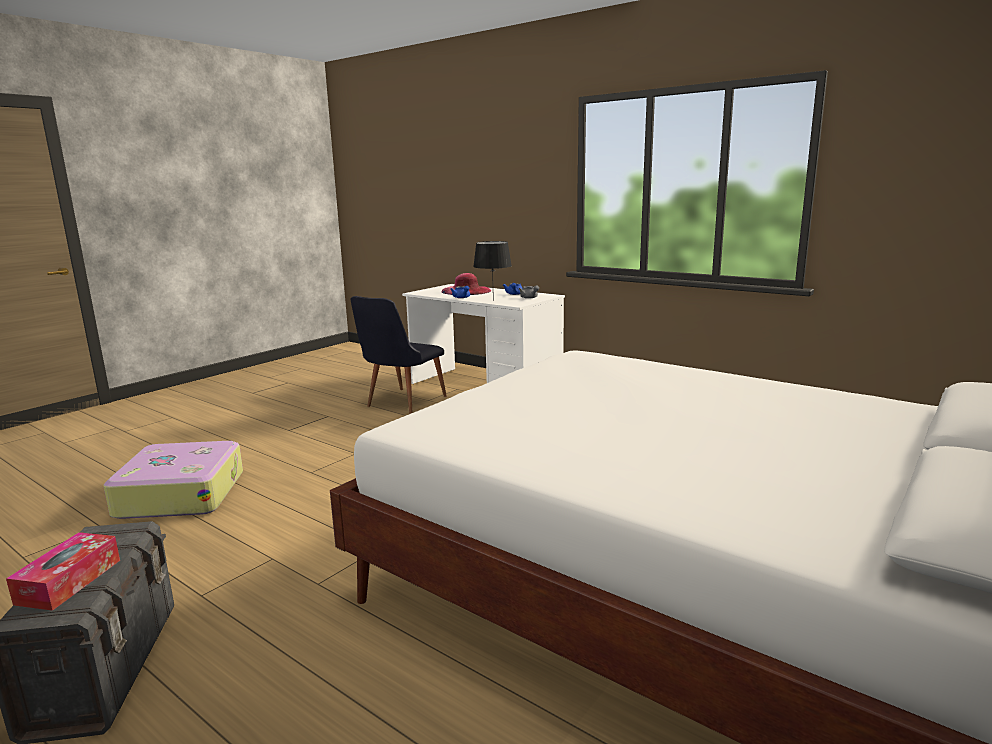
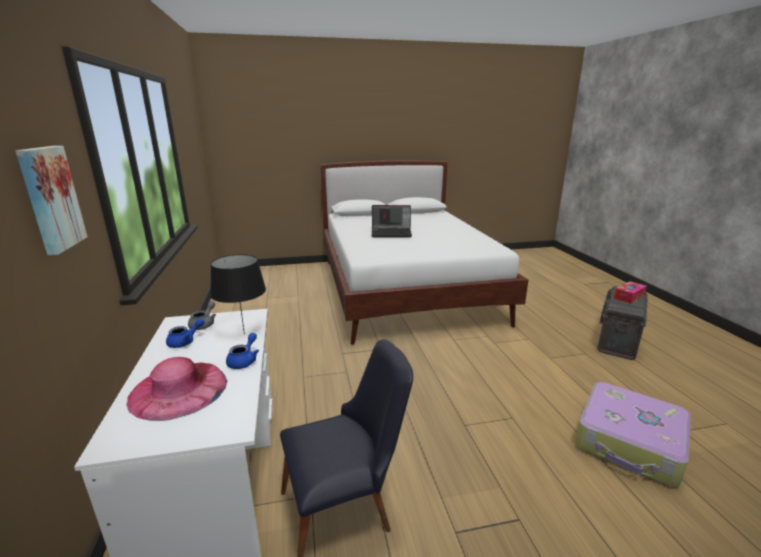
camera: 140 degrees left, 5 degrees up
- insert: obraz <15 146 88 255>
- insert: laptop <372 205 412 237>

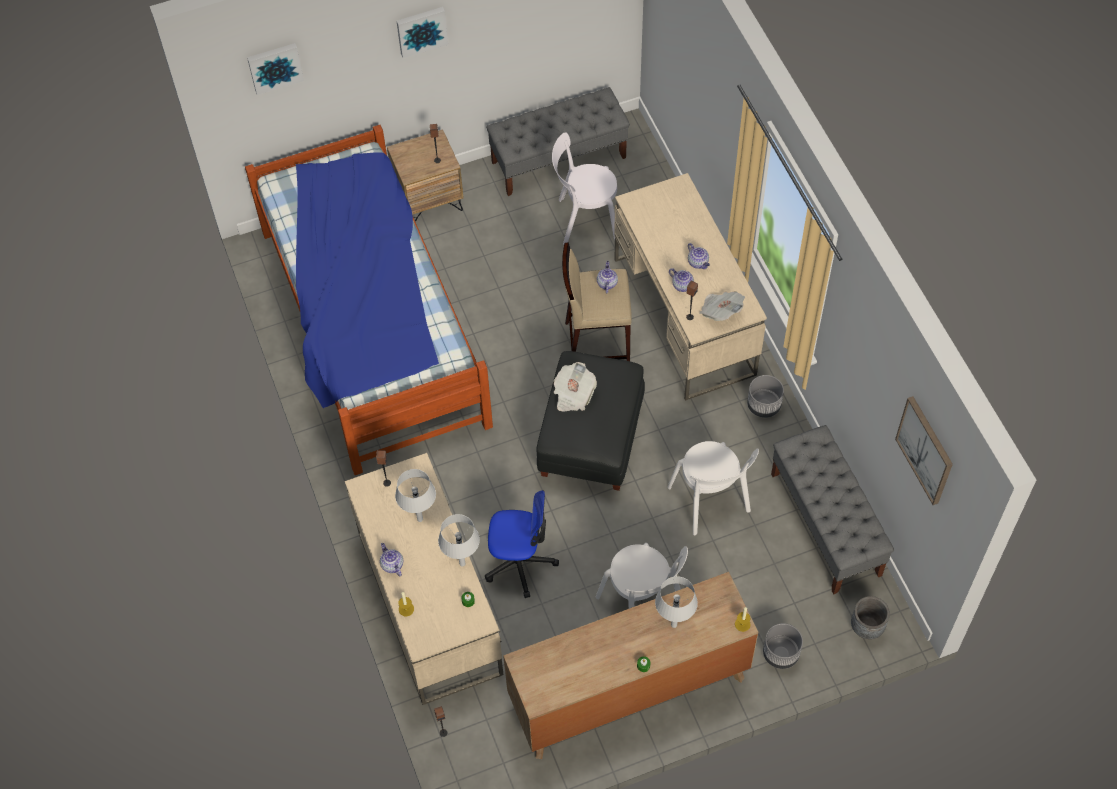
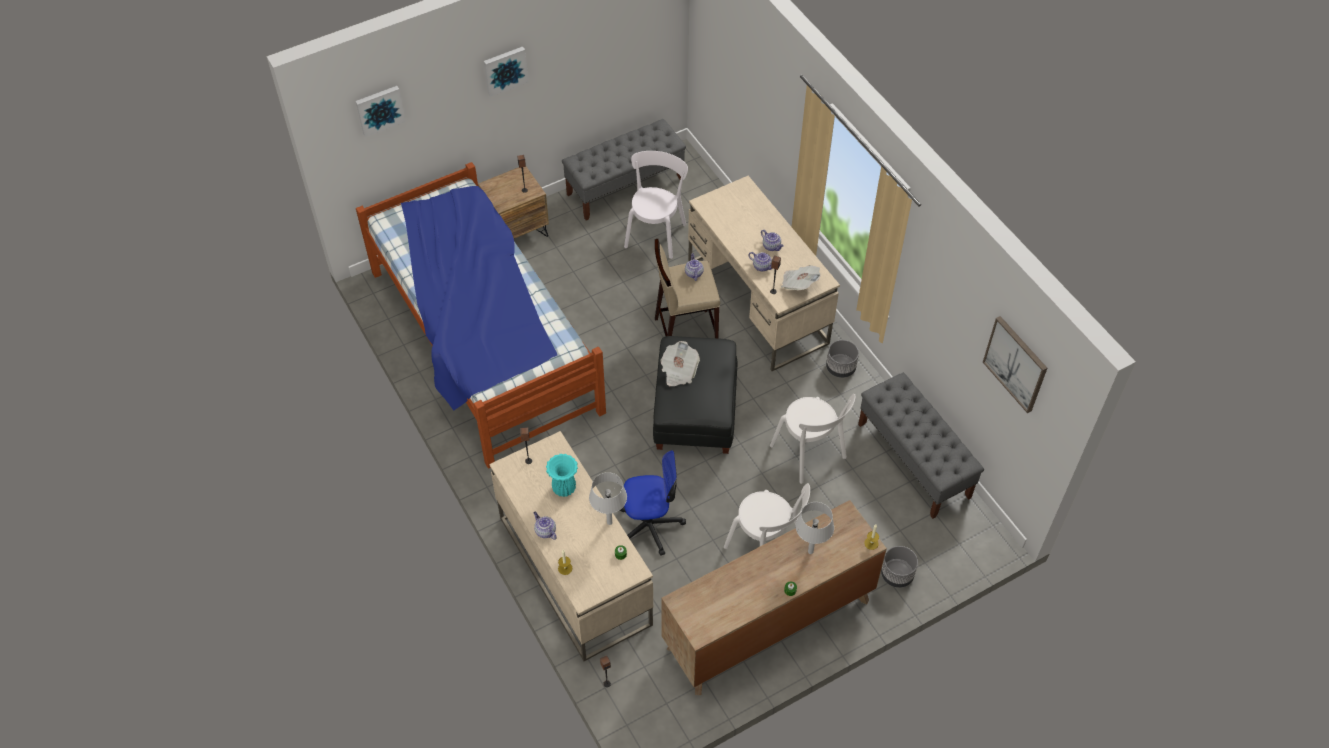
camera: 10 degrees left, 5 degrees down
- rotate: krzesło/biały <552 132 617 245> = <624 151 688 259> 120 degrees clockwise
- replace: lampa stołowa/szary <395 469 436 522> to wazon/turkusowy <546 454 578 497>
- delete: donica/szary <851 596 890 639>

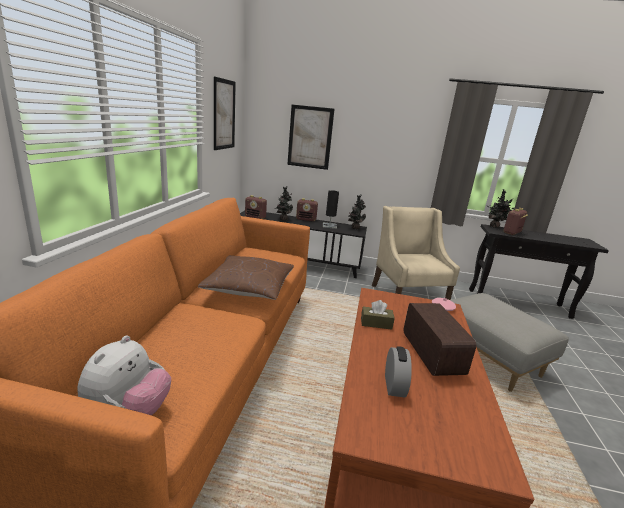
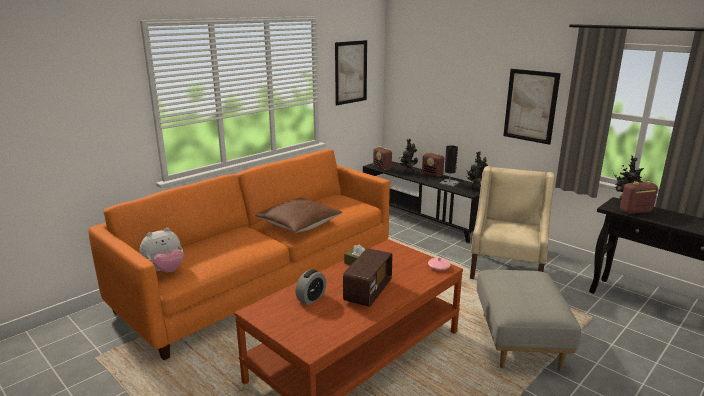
camera: 35 degrees right, 0 degrees up
- move: obraz <287 105 334 170> to <503 69 561 145>

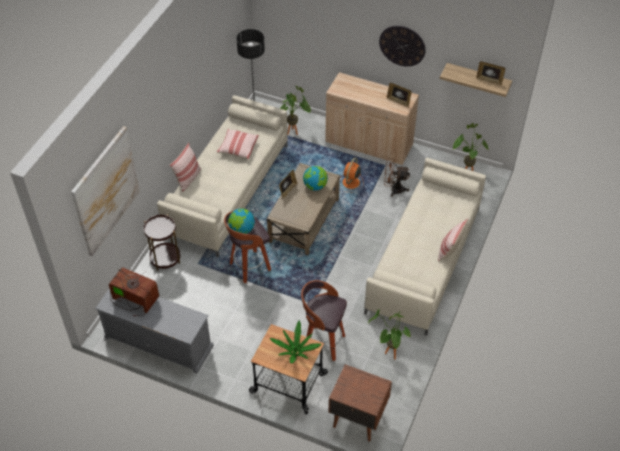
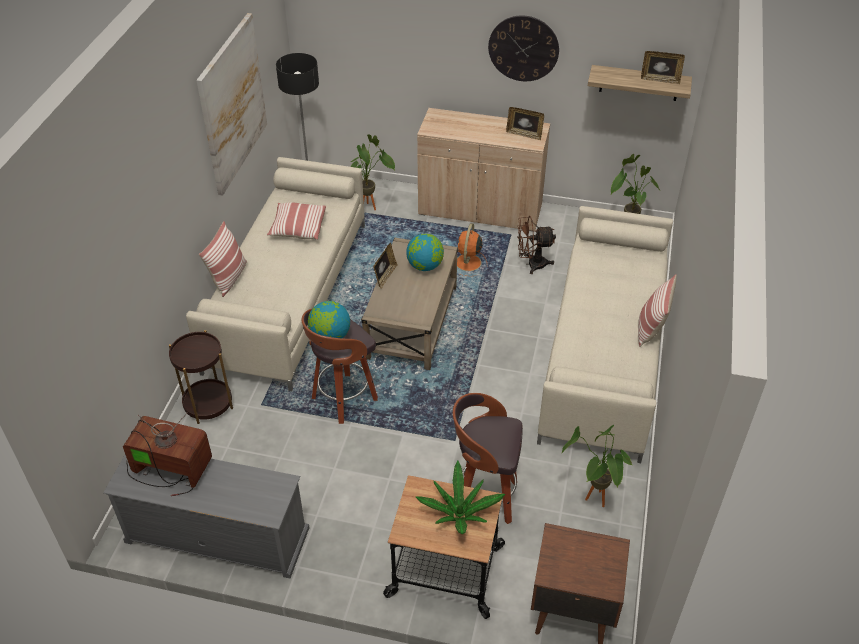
camera: 10 degrees left, 5 degrees down
- move: obraz <71 126 140 256> to <196 13 267 196>

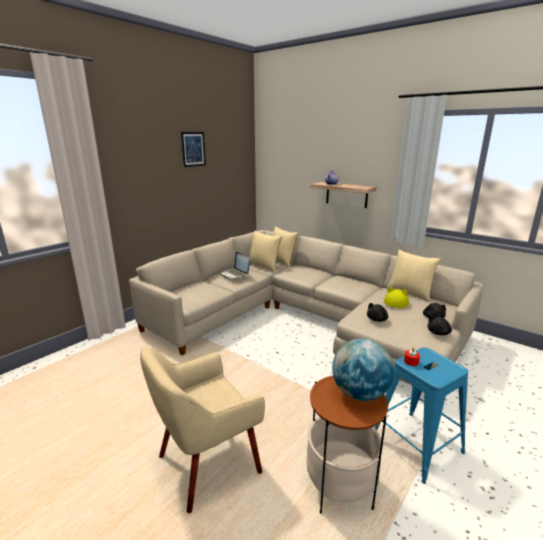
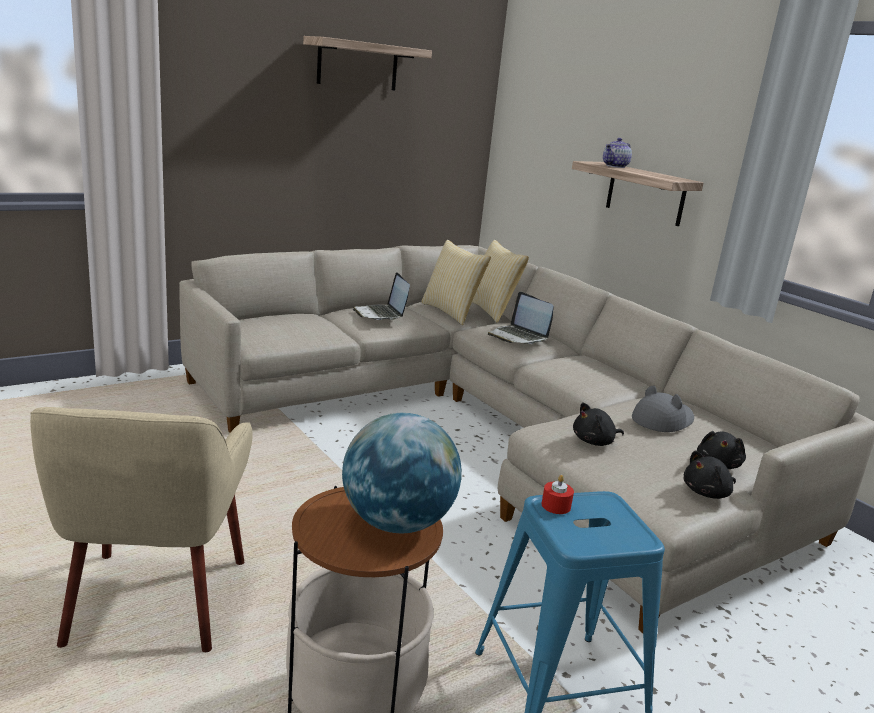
camera: 15 degrees right, 0 degrees up
- replace: obraz <181 132 206 167> to półka <303 36 432 90>
- delete: poduszka <387 250 442 302>
- recolor: kapelusz/żółty <384 287 409 308> to kapelusz/szary <632 385 694 432>
- rotate: fotel/beżowy <140 347 265 513> = <30 407 253 652> 75 degrees counterclockwise
- insert: laptop <488 292 554 344>

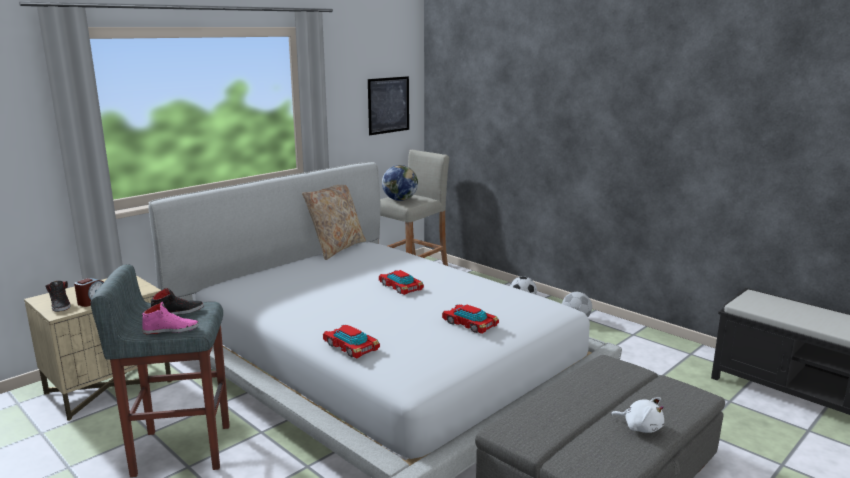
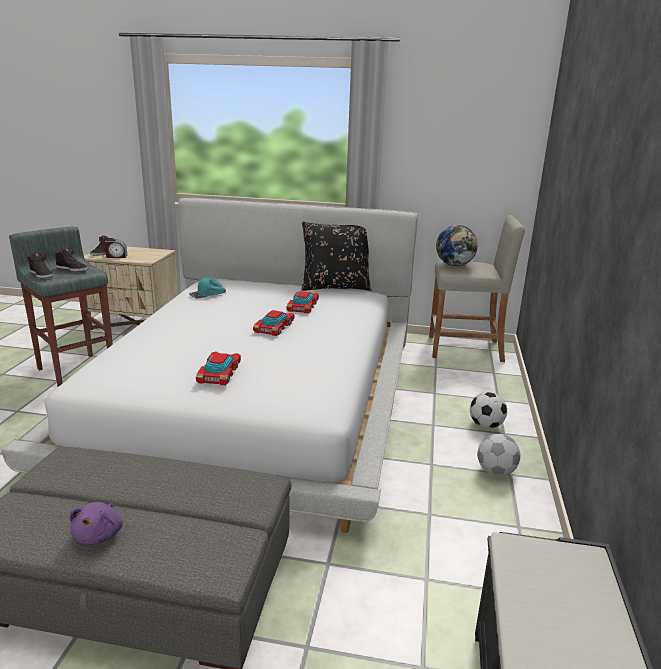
camera: 55 degrees right, 5 degrees up
- delete: obraz <368 76 409 135>
- recolor: poduszka/beżowy <302 185 366 260> to poduszka/czarny <301 222 372 291>
- recolor: but/różowy <142 302 199 334> to but/czarny <27 253 53 278>
- move: samochodzik <323 325 380 359> to <287 291 319 313>
- recolor: pluszak/biały <611 397 664 433> to pluszak/fioletowy <69 502 123 545>
- insert: czapka z daszkiem/turkusowy <189 277 226 299>

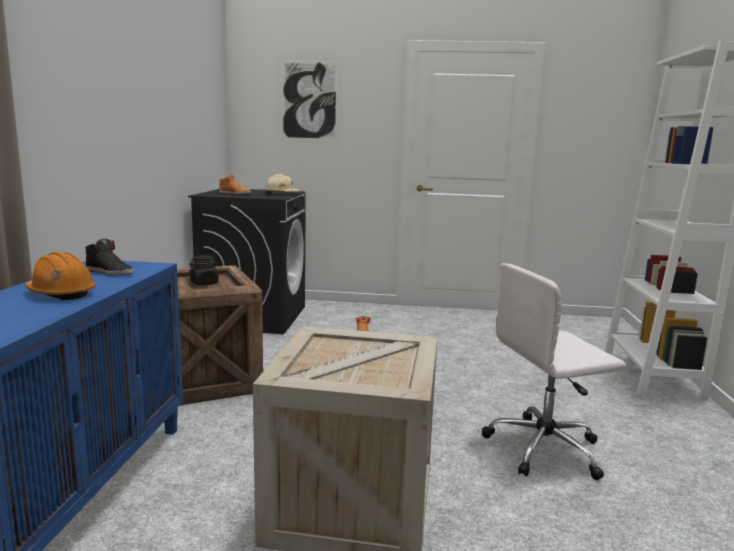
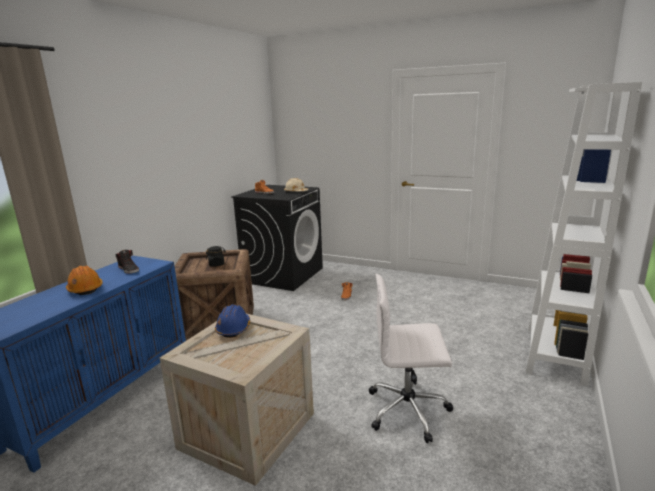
camera: 20 degrees right, 5 degrees up
- delete: obraz <281 60 338 141>
- insert: kask/niebieski <215 304 250 338>

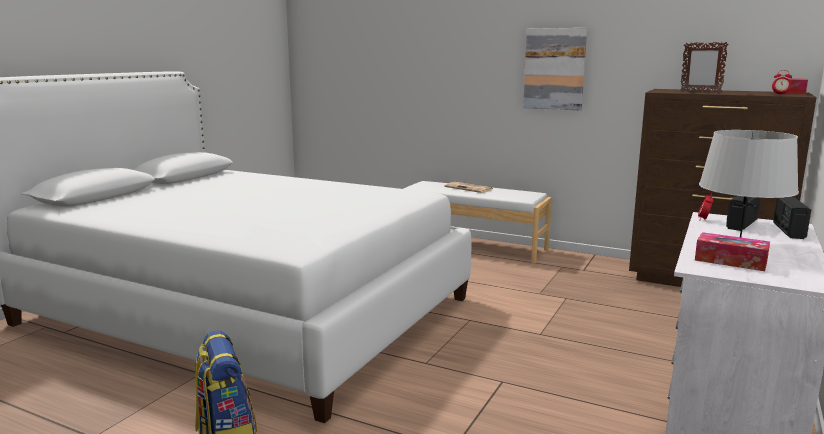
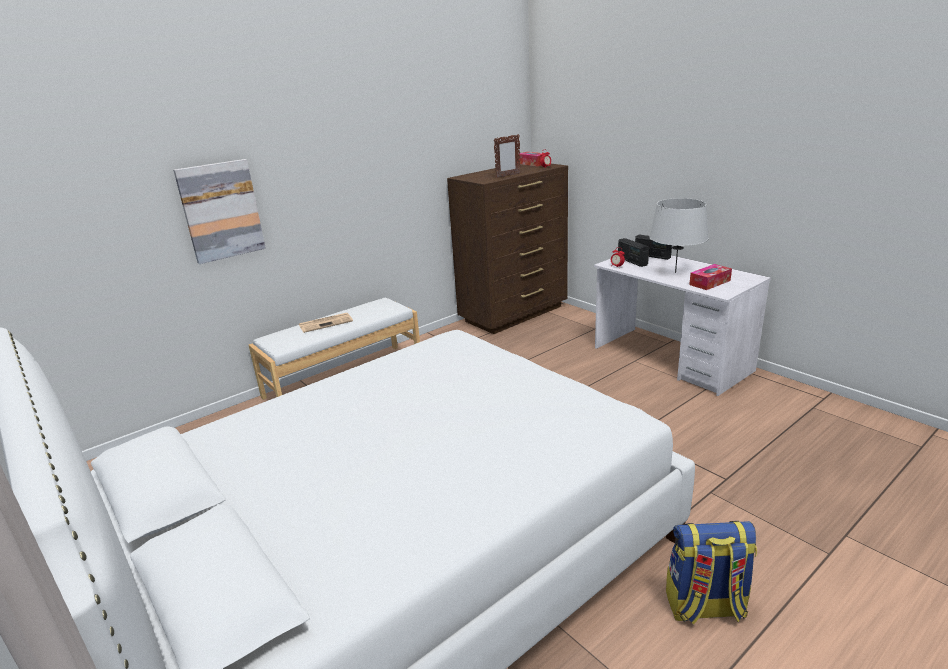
camera: 65 degrees left, 10 degrees up
- move: obraz <523 28 587 110> to <173 159 266 264>

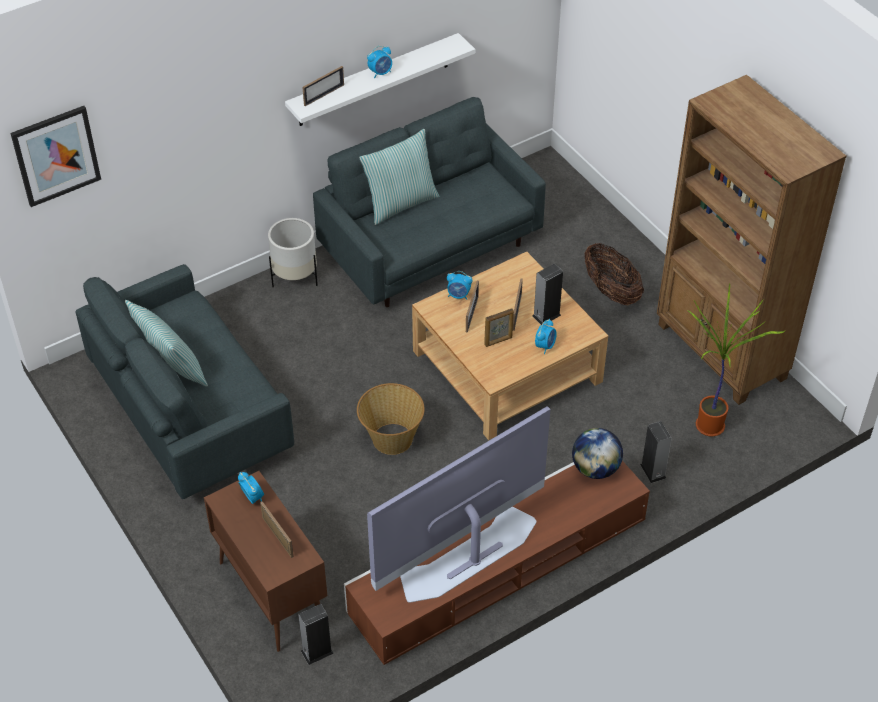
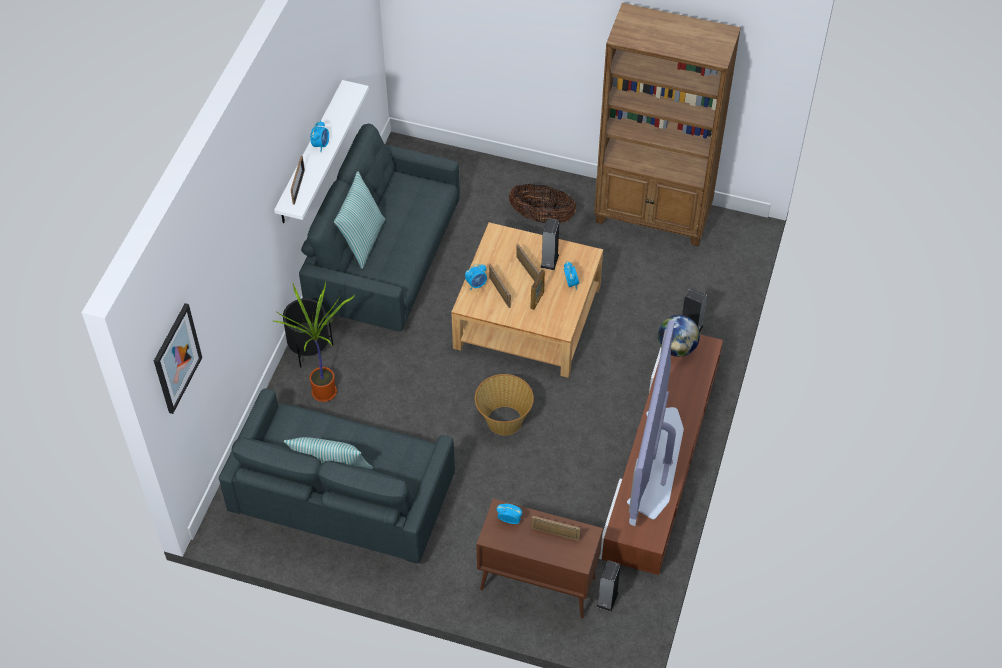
camera: 40 degrees left, 5 degrees up
- recolor: donica/biały <268 218 318 287> to donica/czarny <283 298 333 367>
- move: roślina doniczkowa <687 284 786 437> to <273 282 355 402>

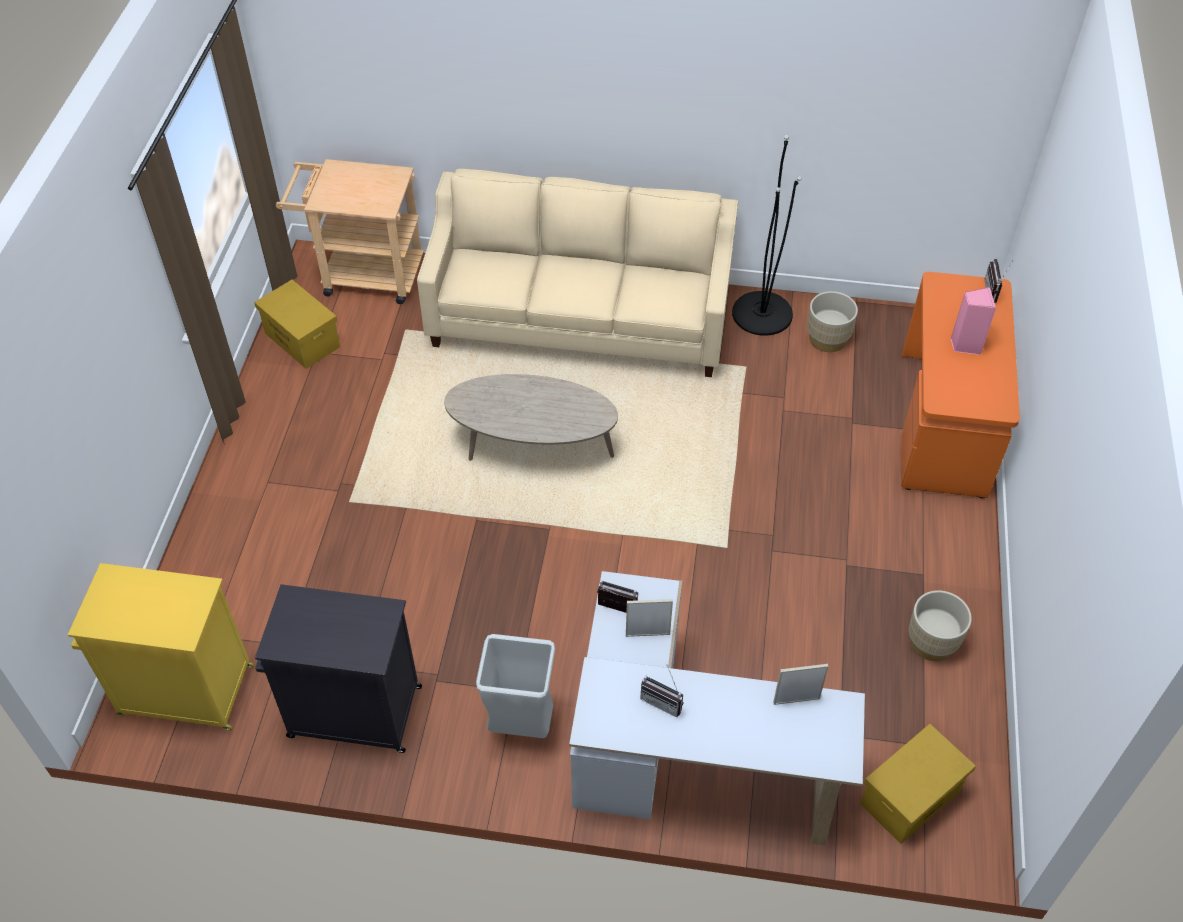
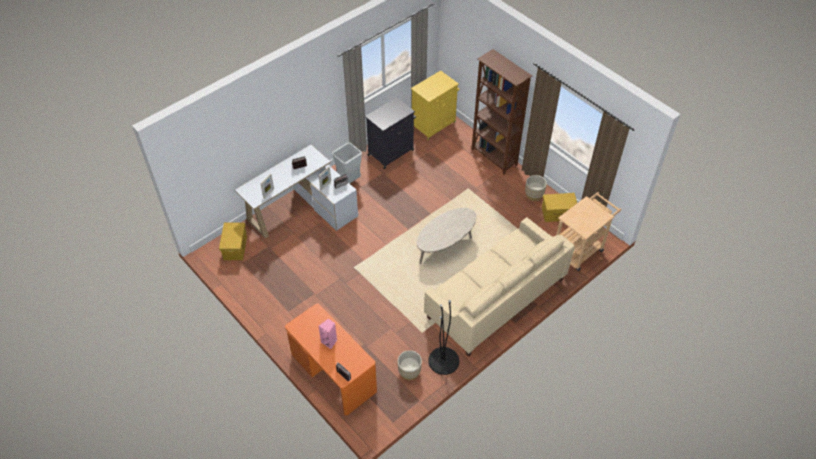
camera: 130 degrees right, 0 degrees up
- move: donica/beżowy <909 590 972 661> to <525 175 547 201>
- insert: regał/brązowy <472 49 532 174>

